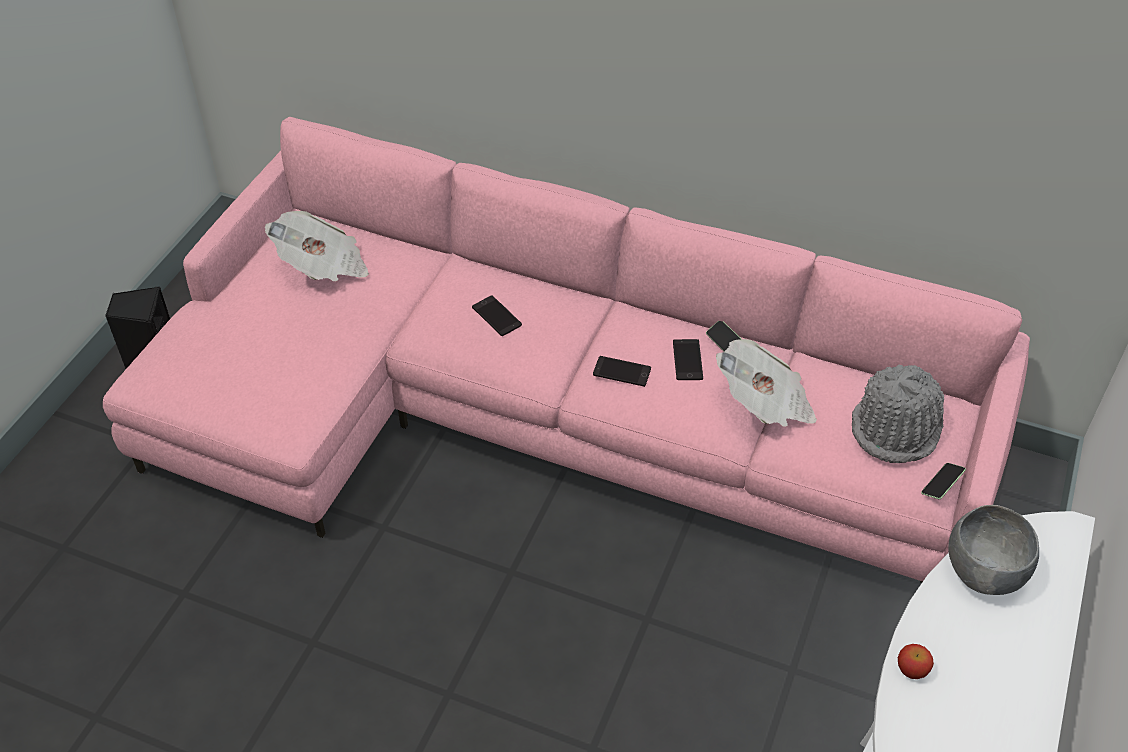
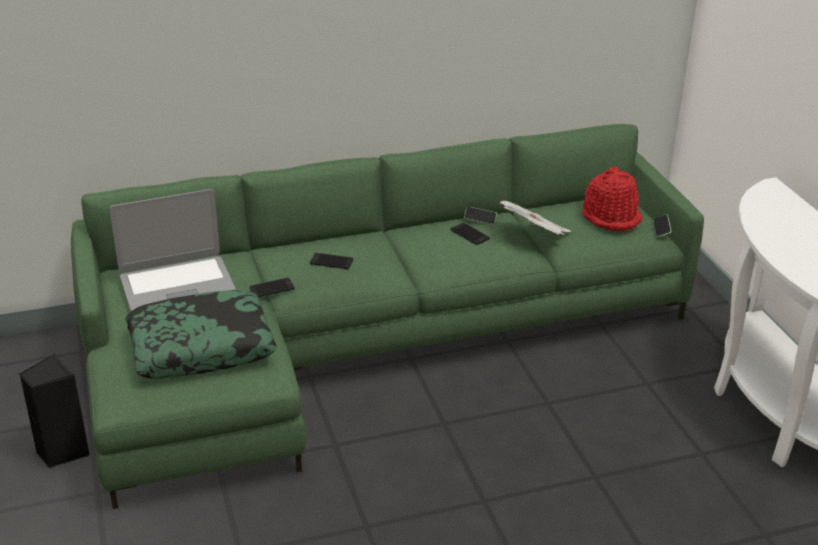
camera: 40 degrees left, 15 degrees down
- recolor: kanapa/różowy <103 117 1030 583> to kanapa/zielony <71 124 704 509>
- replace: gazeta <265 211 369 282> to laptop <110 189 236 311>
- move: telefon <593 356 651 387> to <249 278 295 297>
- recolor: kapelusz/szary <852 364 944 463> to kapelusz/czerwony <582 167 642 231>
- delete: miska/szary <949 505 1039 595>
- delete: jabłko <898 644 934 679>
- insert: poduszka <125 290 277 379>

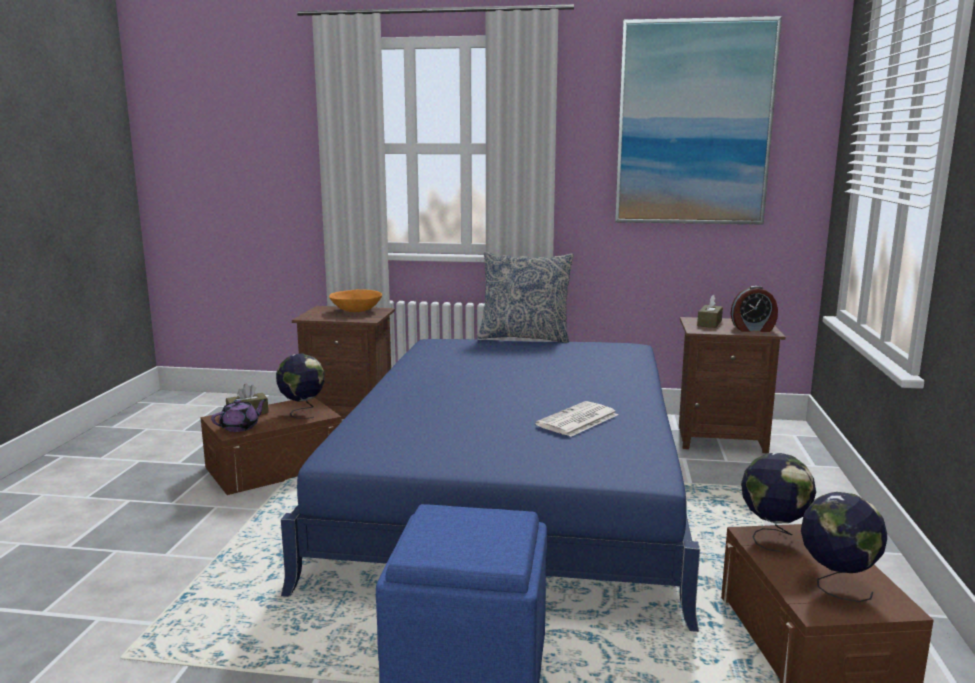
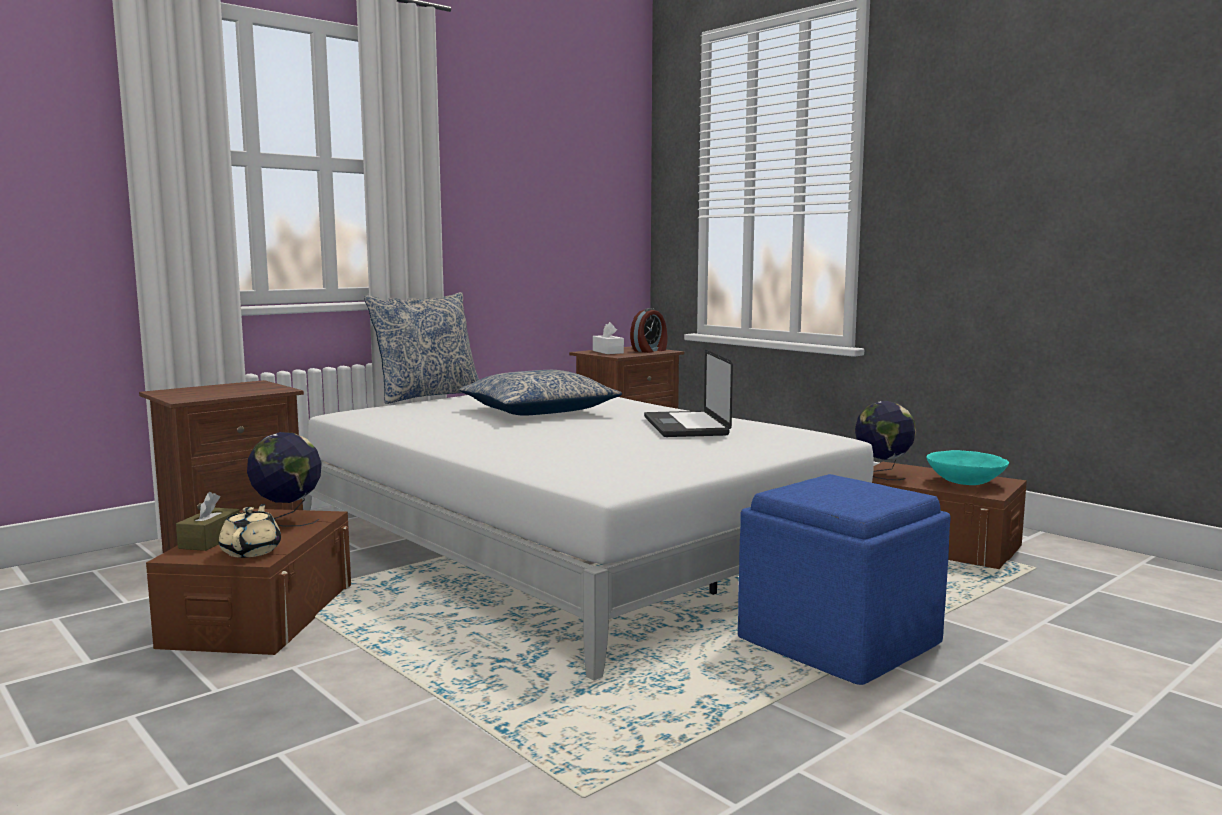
camera: 50 degrees left, 5 degrees down
- delete: obraz <615 16 782 225>
- delete: miska/pomarańczowy <329 289 382 312>
- recolor: pudełko chusteczek/brązowy <697 295 723 328> to pudełko chusteczek/biały <593 322 624 354>
- recolor: łóżko/niebieski <281 339 700 632> to łóżko/biały <303 395 874 680>
- recolor: imbryk/fioletowy <211 399 267 432> to imbryk/beżowy <219 504 281 558>
- replace: gazeta <535 401 618 437> to laptop <644 350 733 437>
- replace: globus <801 492 887 602> to miska/turkusowy <926 450 1009 485>
- insert: poduszka <459 370 622 416>

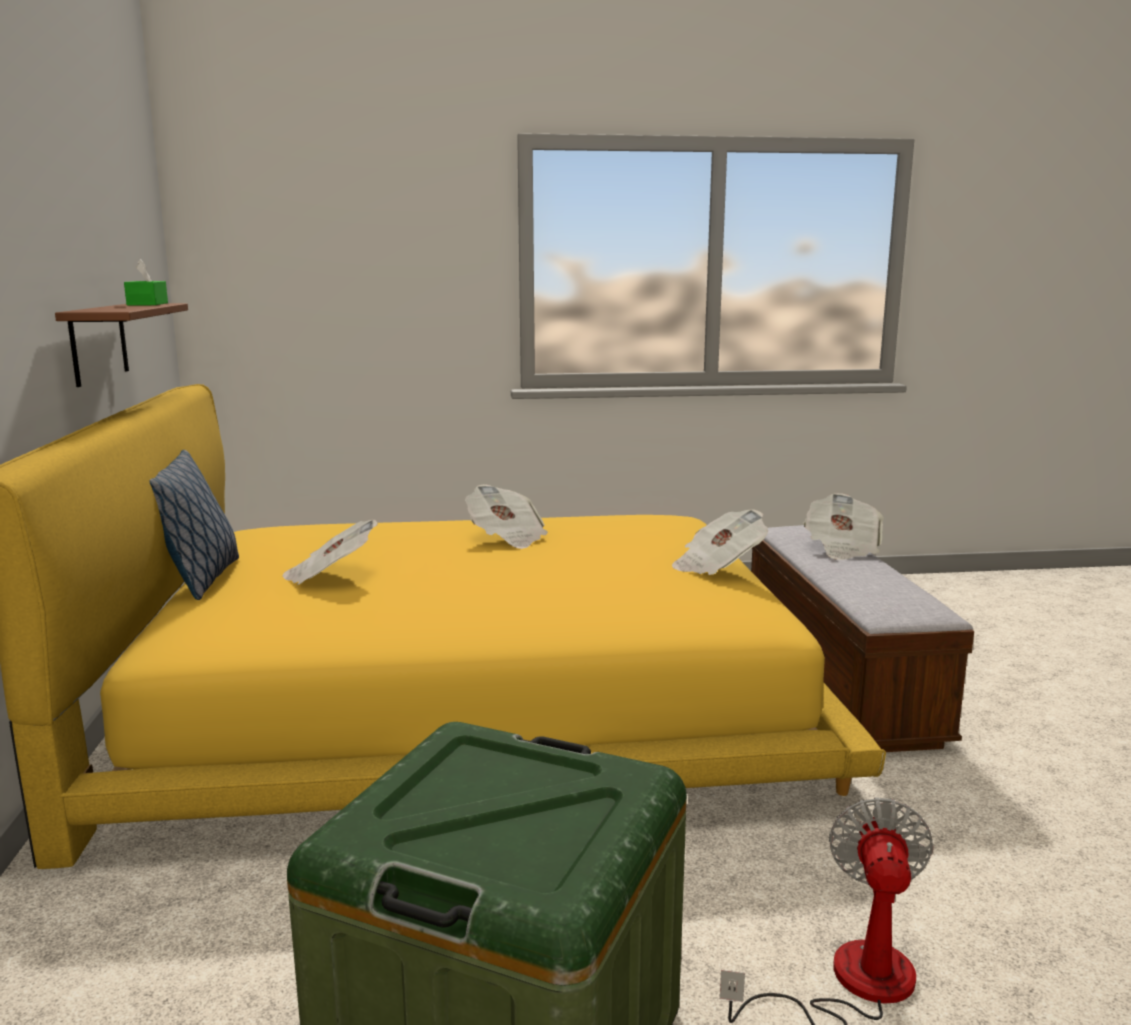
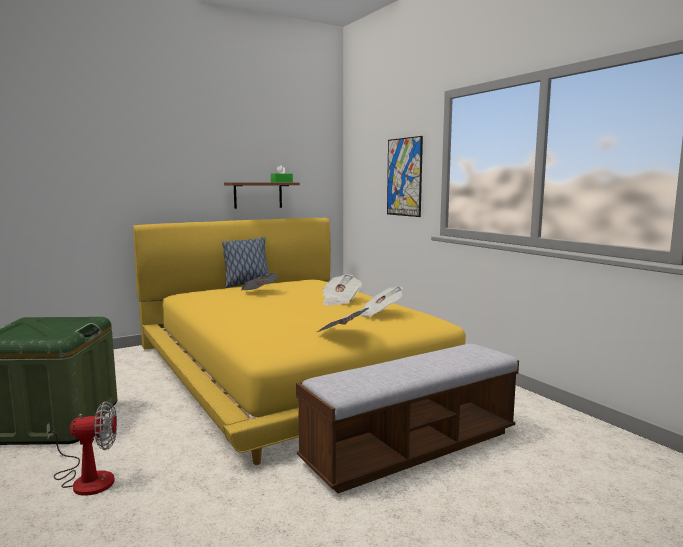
camera: 65 degrees right, 5 degrees down
- move: gazeta <804 493 884 560> to <358 286 404 317>
- insert: obraz <387 136 423 217>

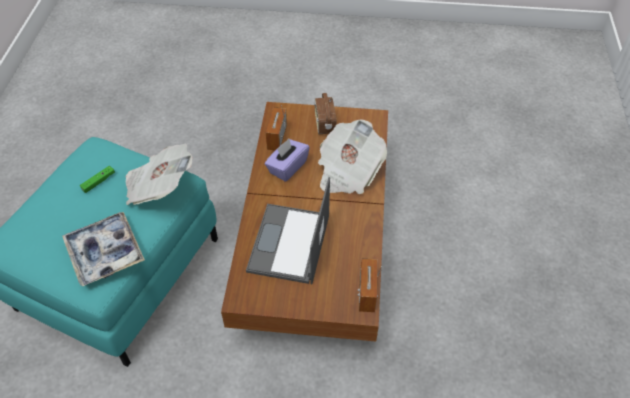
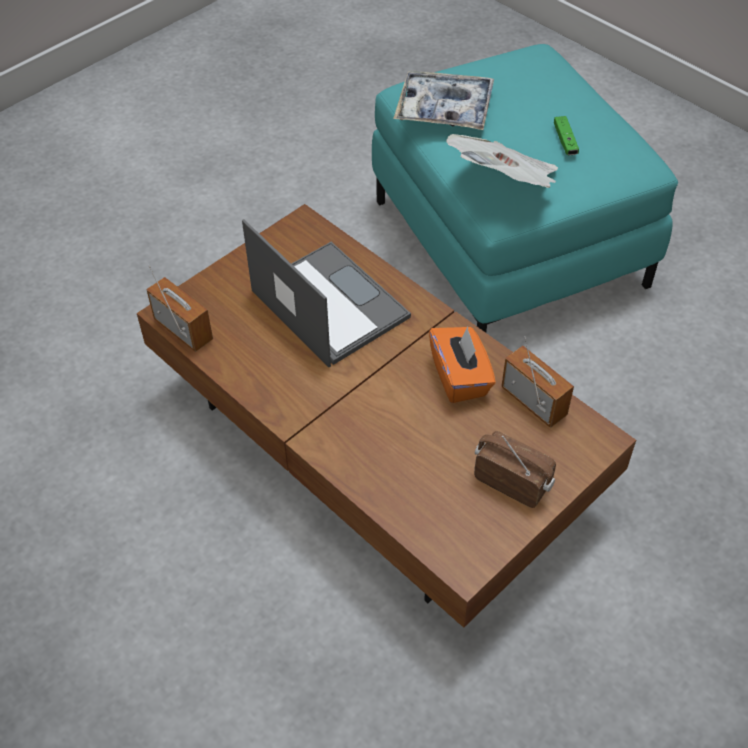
camera: 130 degrees right, 0 degrees up
- delete: gazeta <318 119 387 194>
- recolor: pudełko chusteczek/fioletowy <265 139 310 182> to pudełko chusteczek/pomarańczowy <429 327 496 403>

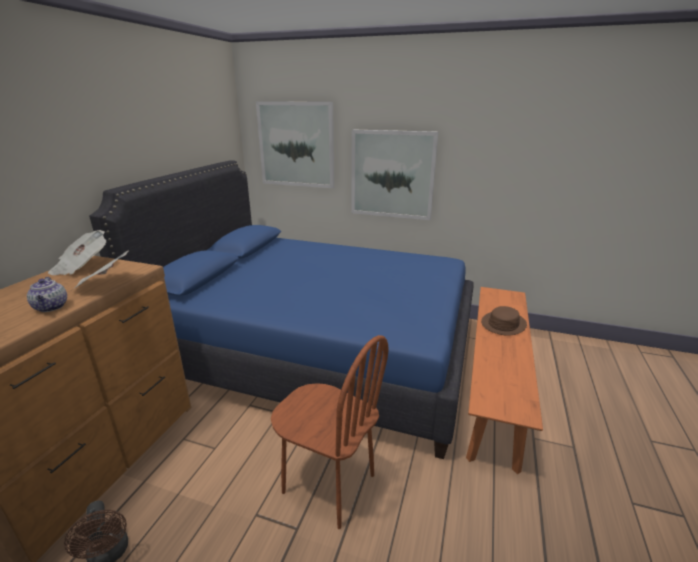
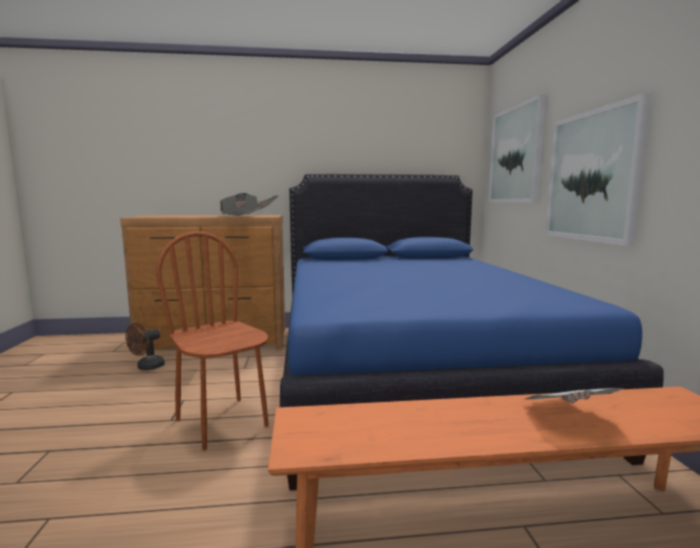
camera: 65 degrees right, 15 degrees down
- delete: imbryk <27 277 67 312>
- replace: kapelusz/brązowy <481 306 527 336> to gazeta <523 388 624 403>
- rotate: krzesło/brązowy <271 335 388 529> = <156 231 269 450> 135 degrees clockwise

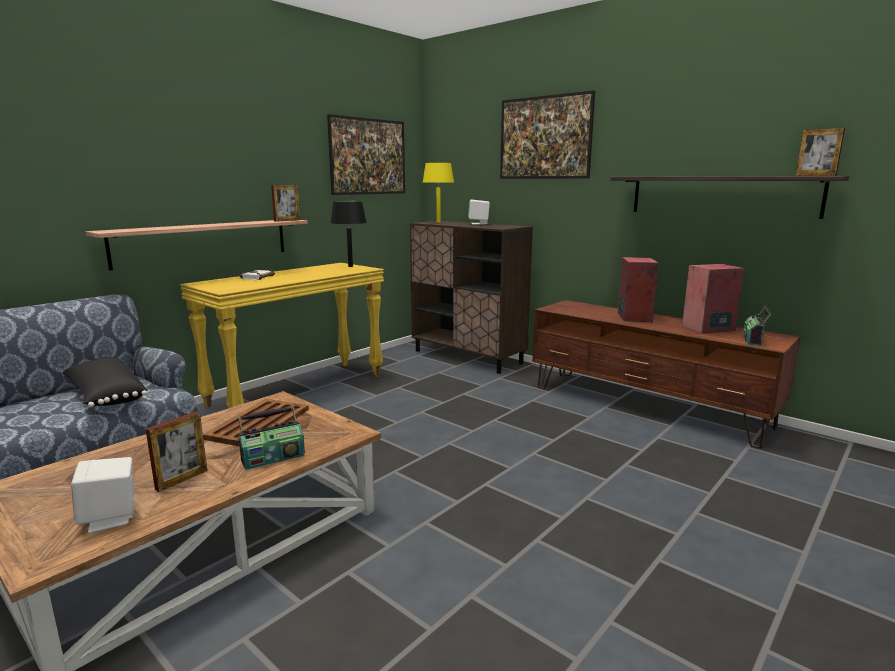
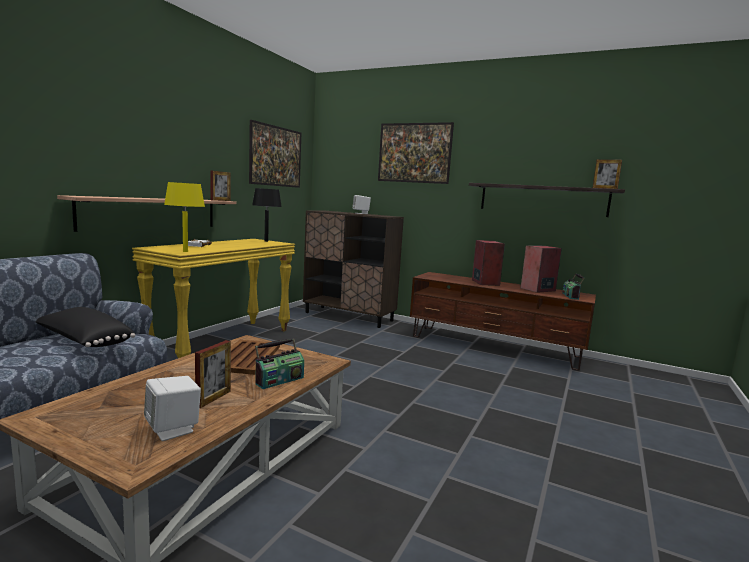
camera: 15 degrees left, 5 degrees down
- move: lampa stołowa/żółty <423 163 454 222> to <164 182 205 252>

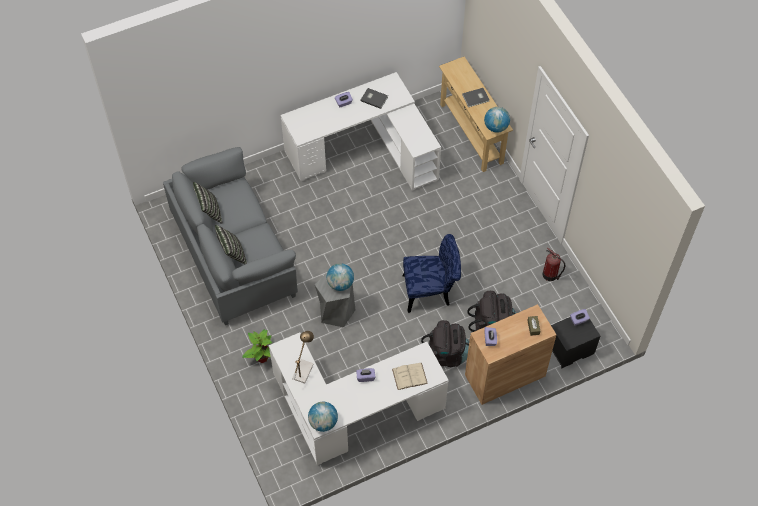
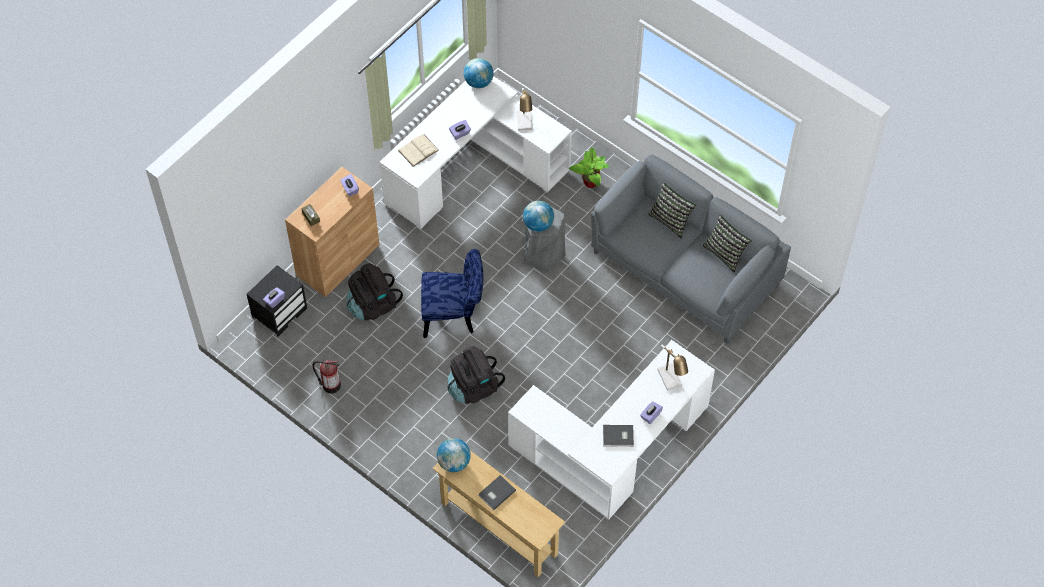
camera: 155 degrees right, 0 degrees up
- rotate: krzesło/niebieski <403 234 461 313> = <421 249 483 338> 150 degrees counterclockwise
- move: plecak/czarny <421 320 469 367> to <447 346 505 404>
- insert: lampa stołowa <657 345 688 391>

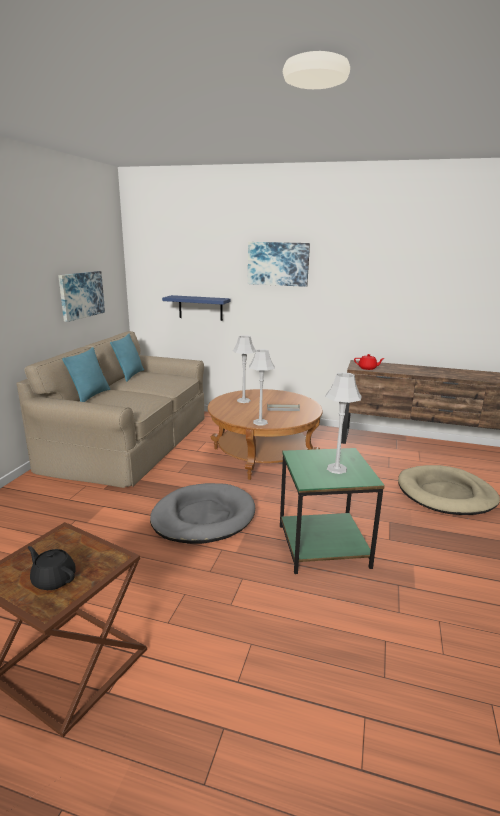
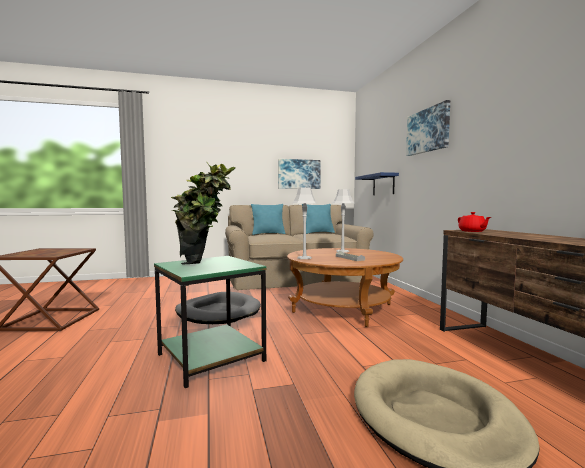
camera: 60 degrees right, 15 degrees down
- replace: lampa stołowa/szary <325 372 362 474> to roślina doniczkowa <171 164 236 265>
- delete: imbryk/czarny <28 546 76 590>

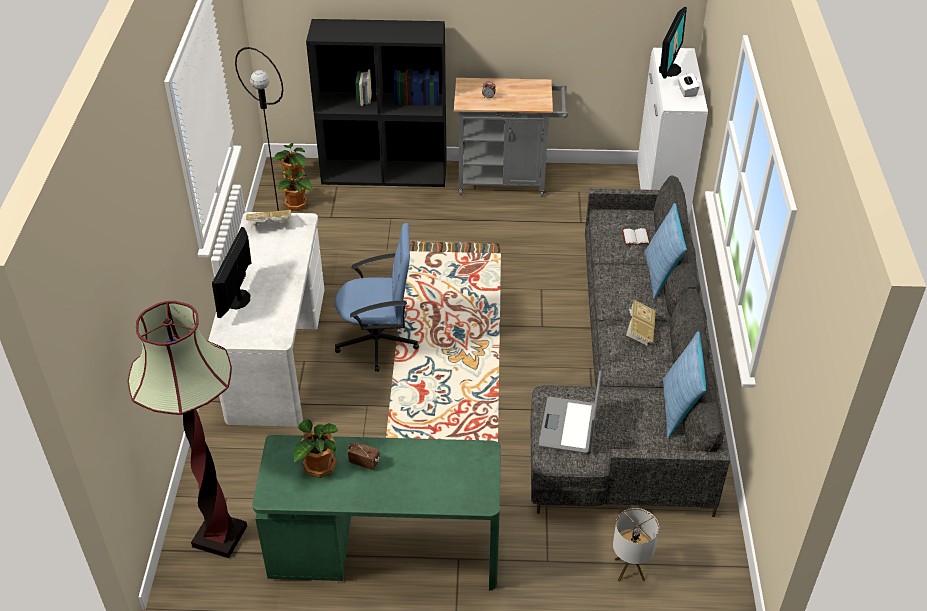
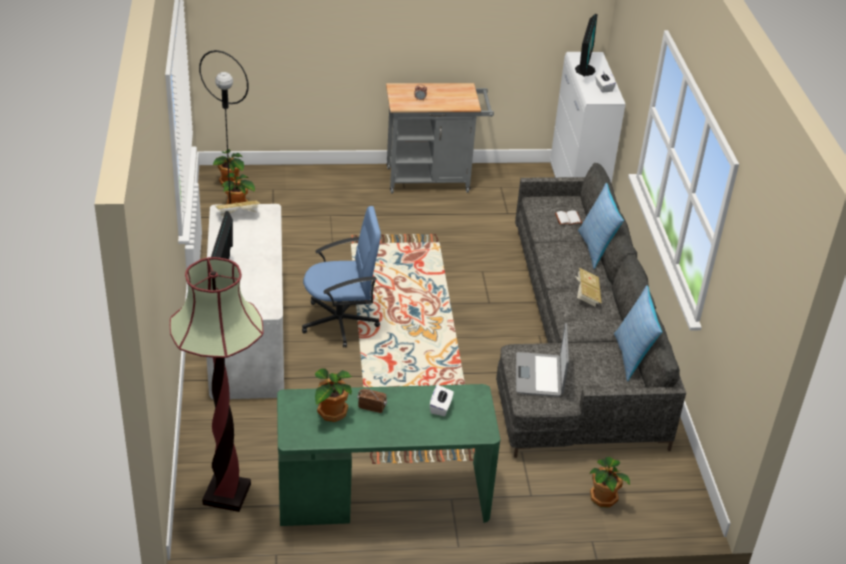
camera: 10 degrees left, 5 degrees down
- delete: regał/czarny <306 19 447 187>
- replace: lampa stołowa <613 508 659 582> to roślina doniczkowa <590 457 630 507>
- insert: pudełko chusteczek/biały <430 385 454 416>

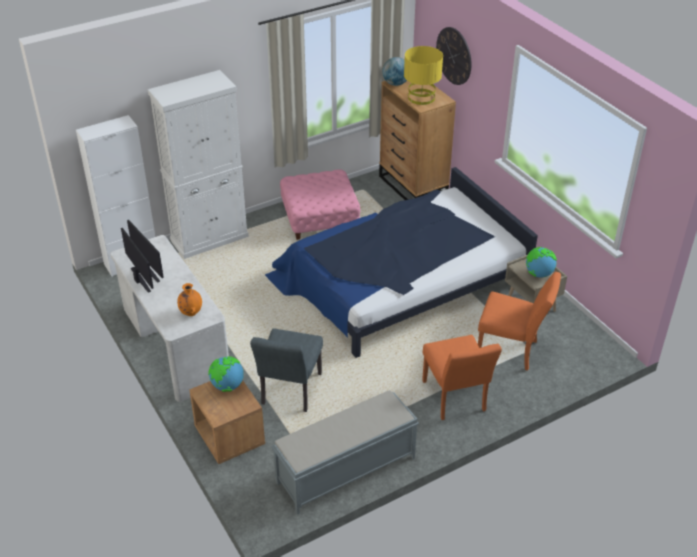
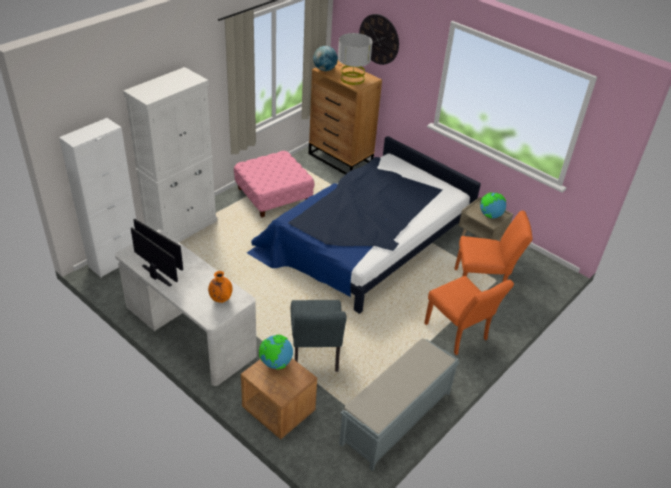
camera: 20 degrees left, 0 degrees up
- recolor: lampa stołowa/żółty <404 46 443 105> to lampa stołowa/szary <338 33 373 85>

